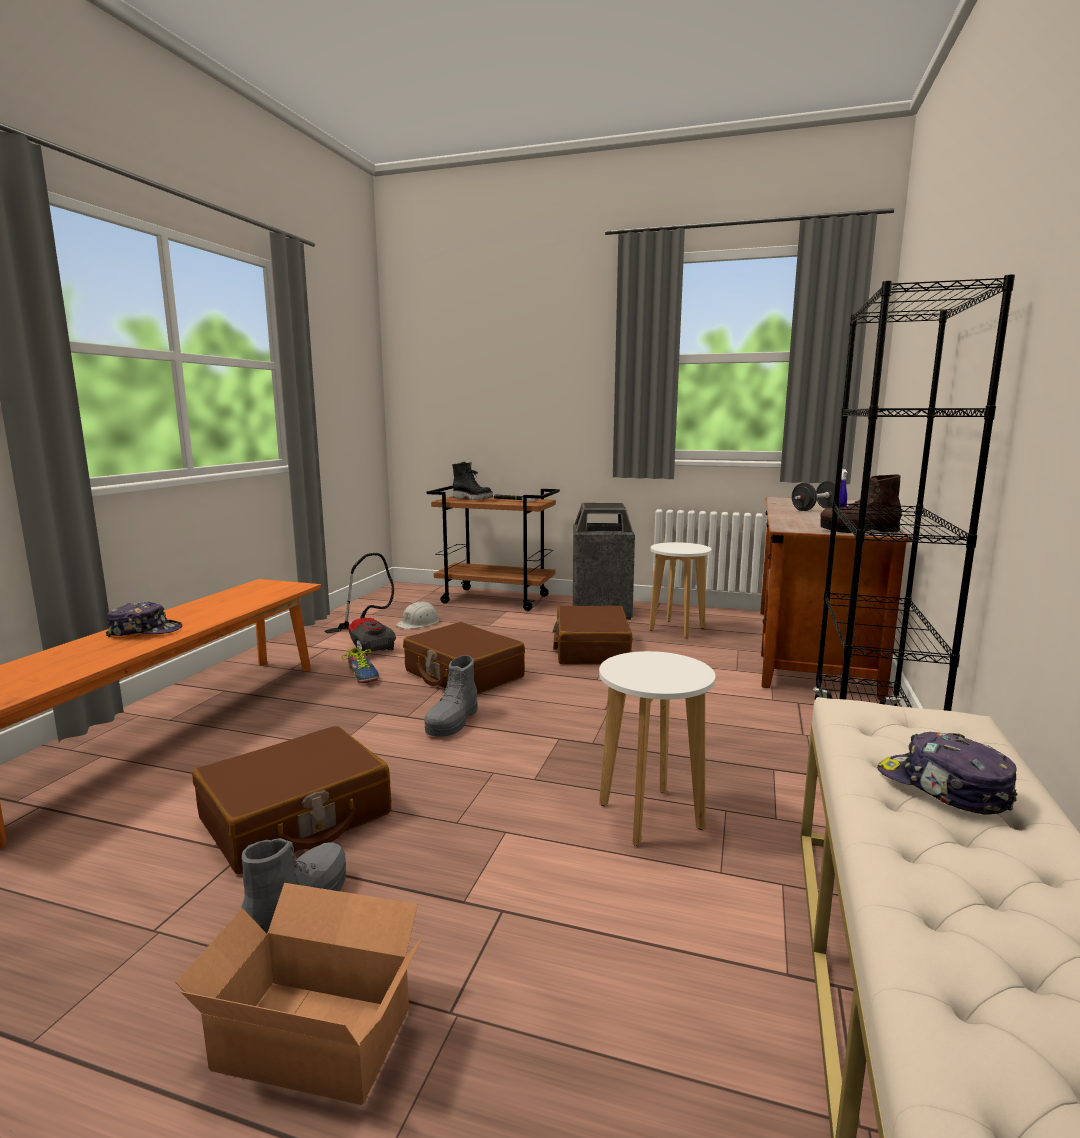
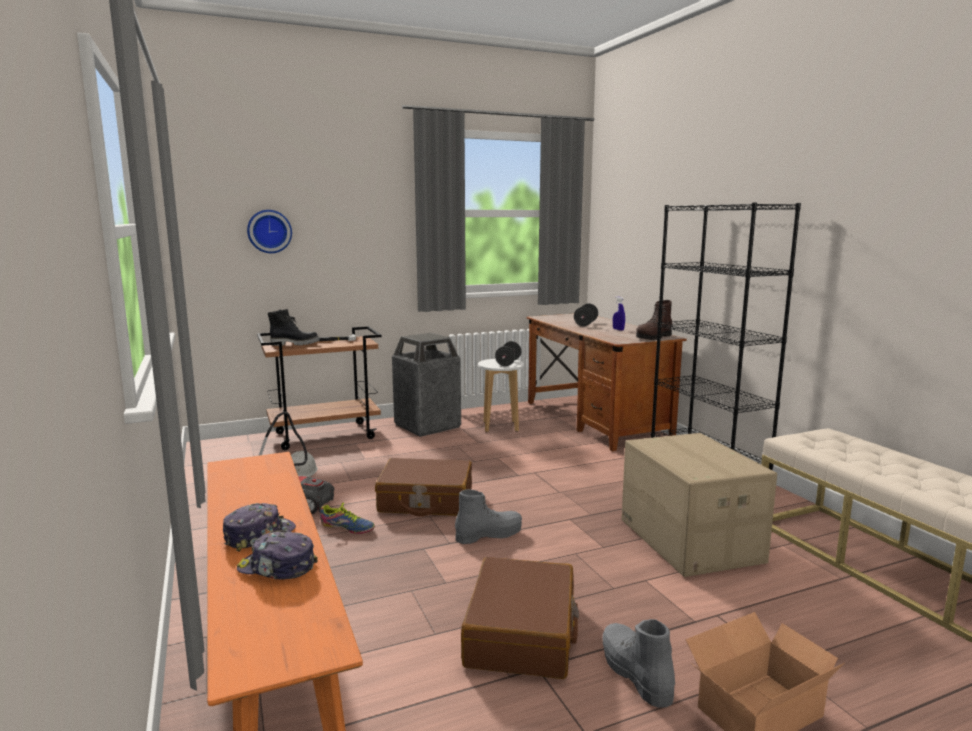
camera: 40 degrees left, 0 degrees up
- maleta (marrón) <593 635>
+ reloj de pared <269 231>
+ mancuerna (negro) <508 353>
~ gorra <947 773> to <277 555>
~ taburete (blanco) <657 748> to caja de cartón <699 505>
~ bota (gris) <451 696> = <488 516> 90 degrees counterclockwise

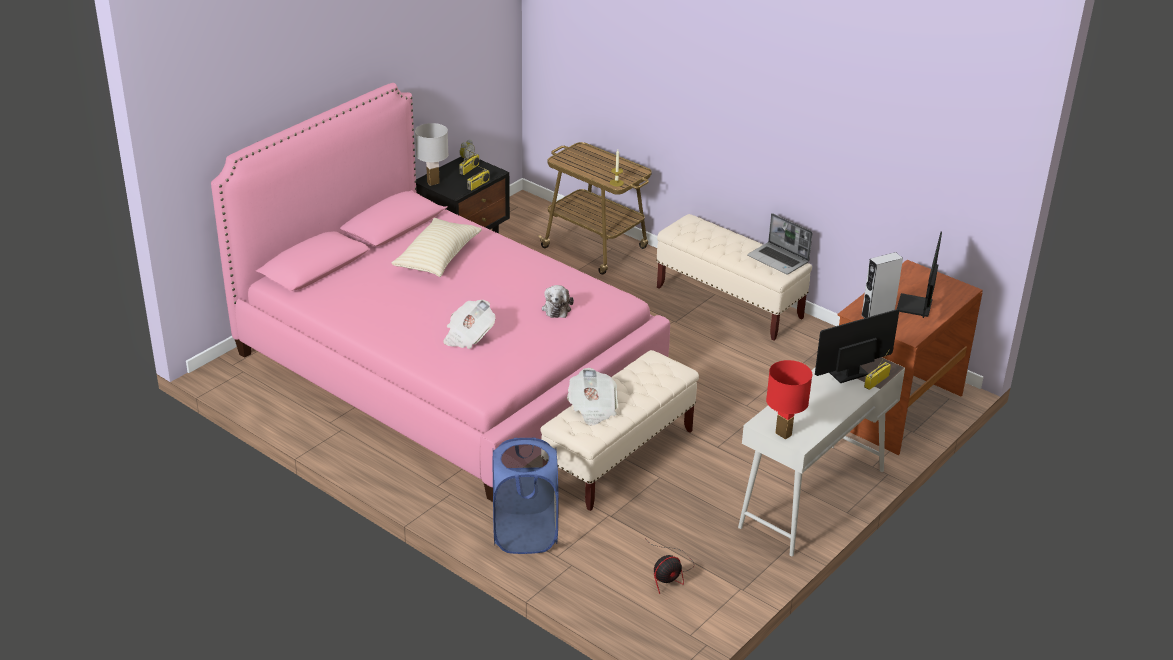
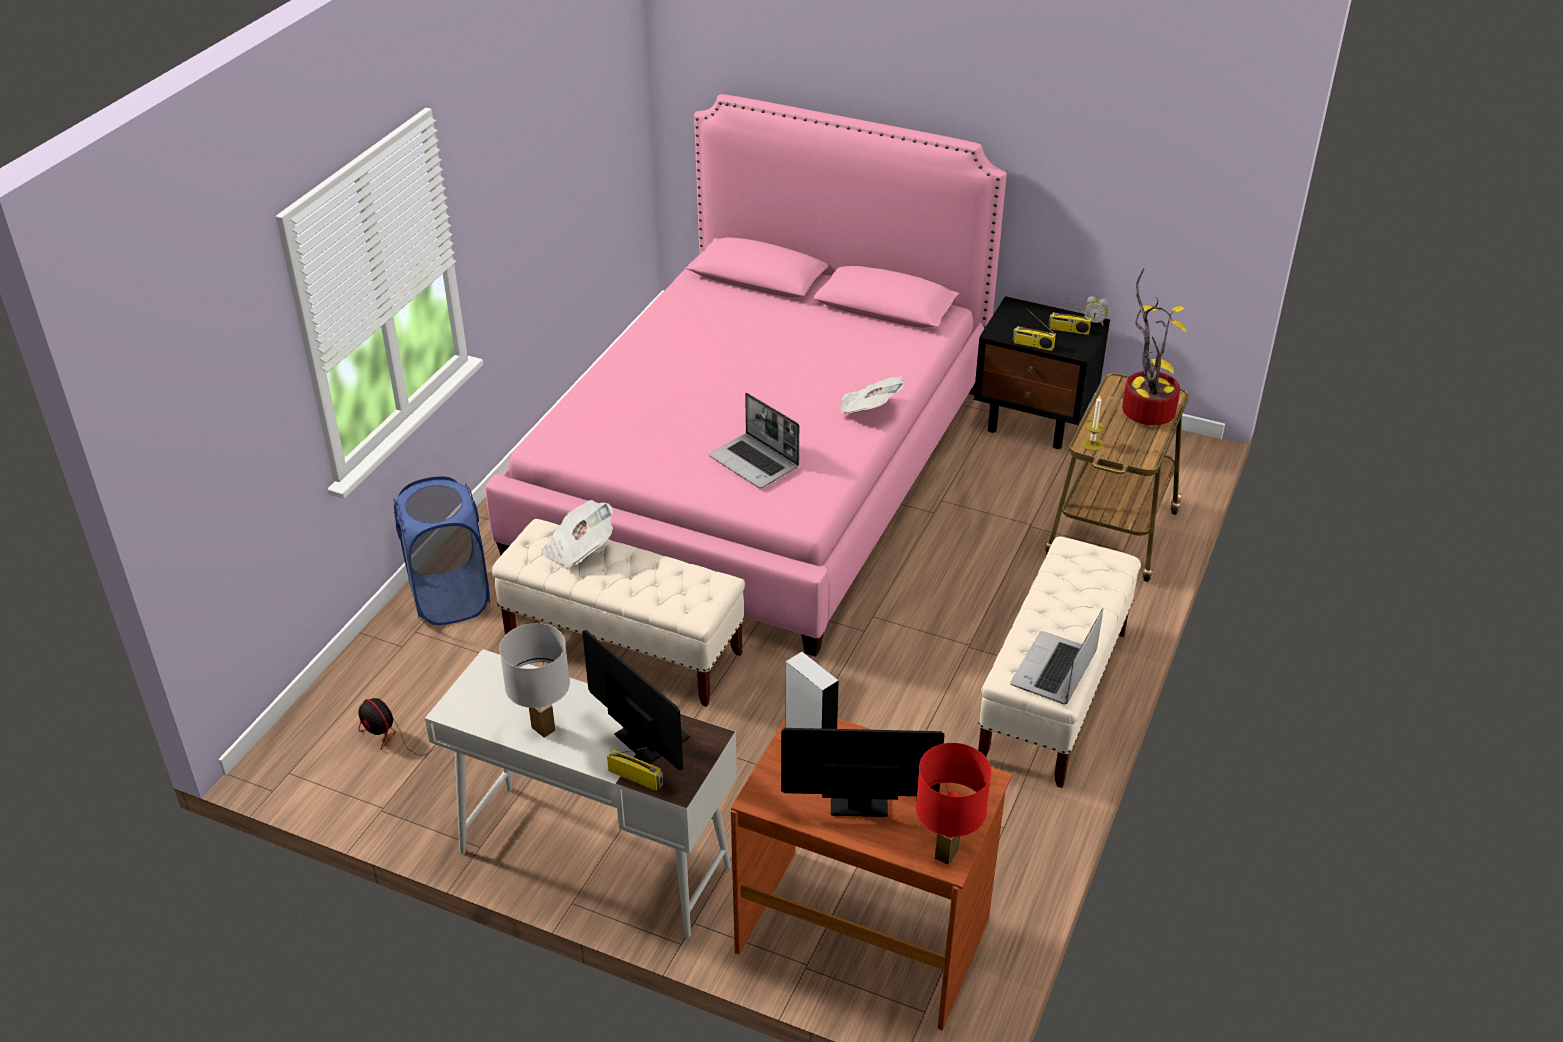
camera: 75 degrees right, 5 degrees up
- cojín (beis) <436 247>
+ planta en maceta <1154 346>
~ lámpara de mesa (blanco) <432 154> to <534 680>
~ periódico <469 324> to <871 395>
~ lámpara de mesa (rojo) <789 399> to <954 804>
~ peluche <558 301> to portátil <754 440>

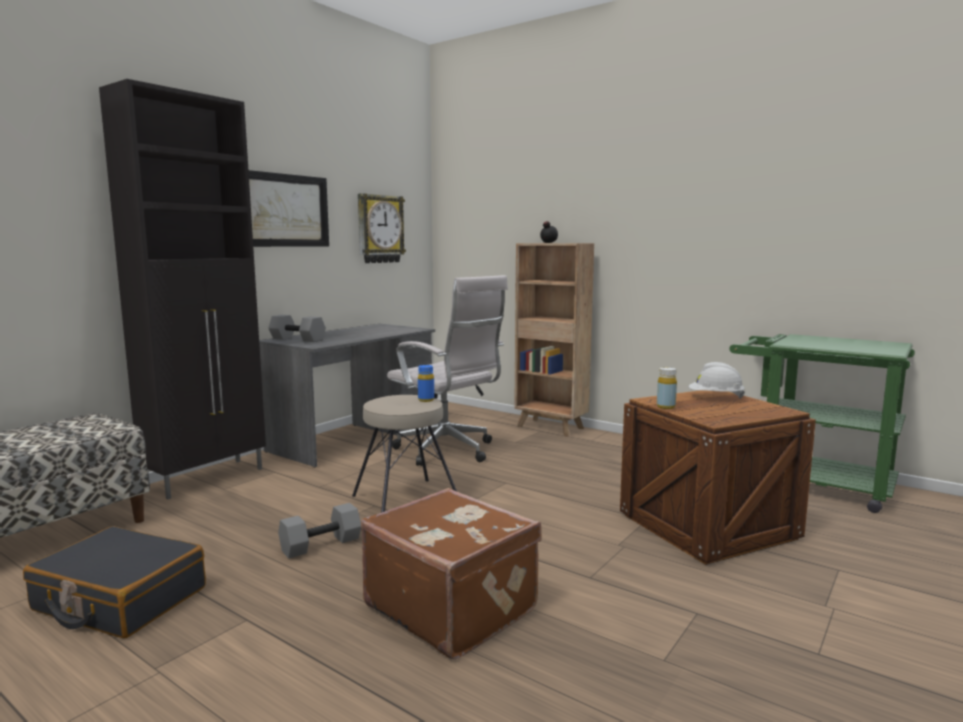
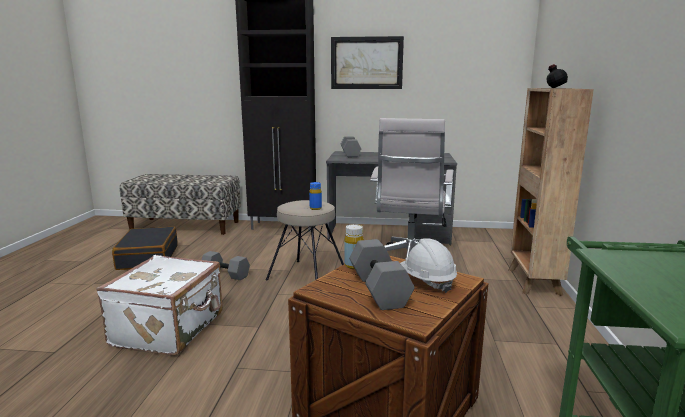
camera: 60 degrees right, 5 degrees up
- reloj de pared <382 228>
+ mancuerna (gris) <382 274>
~ maleta (marrón) <451 574> to maleta (blanco) <159 305>

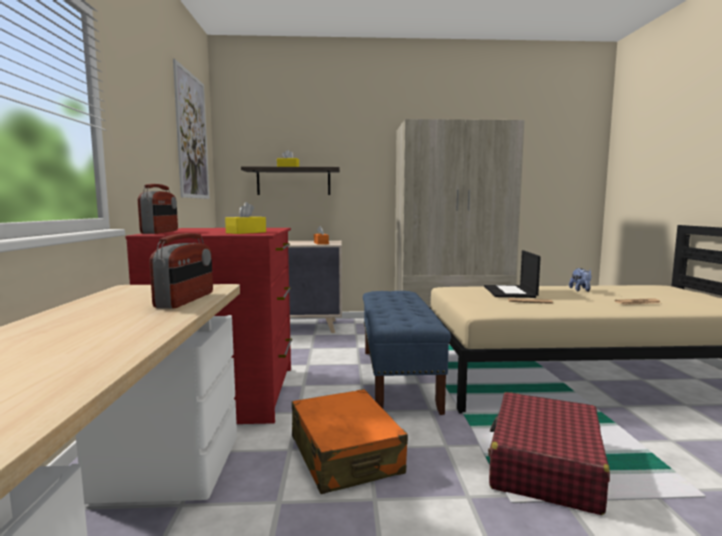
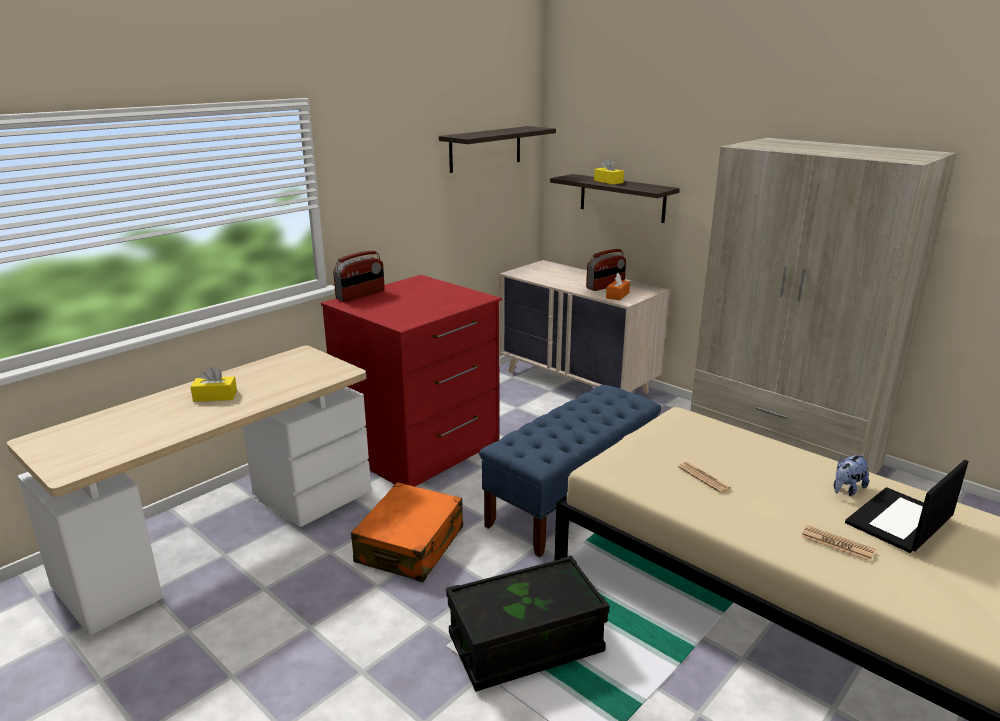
camera: 45 degrees right, 15 degrees up
~ radio <181 271> to <606 270>
~ caja de pañuelos (amarillo) <245 218> to <213 384>
~ portátil <512 274> to <906 506>
~ cuadro <191 129> to estante <497 149>
~ maleta (rojo) <549 453> to caja de almacenaje (negro) <528 623>

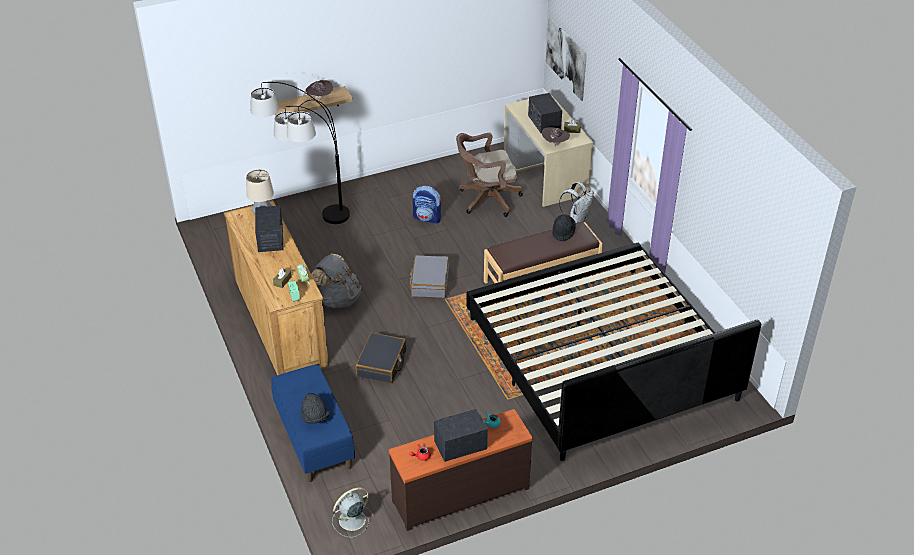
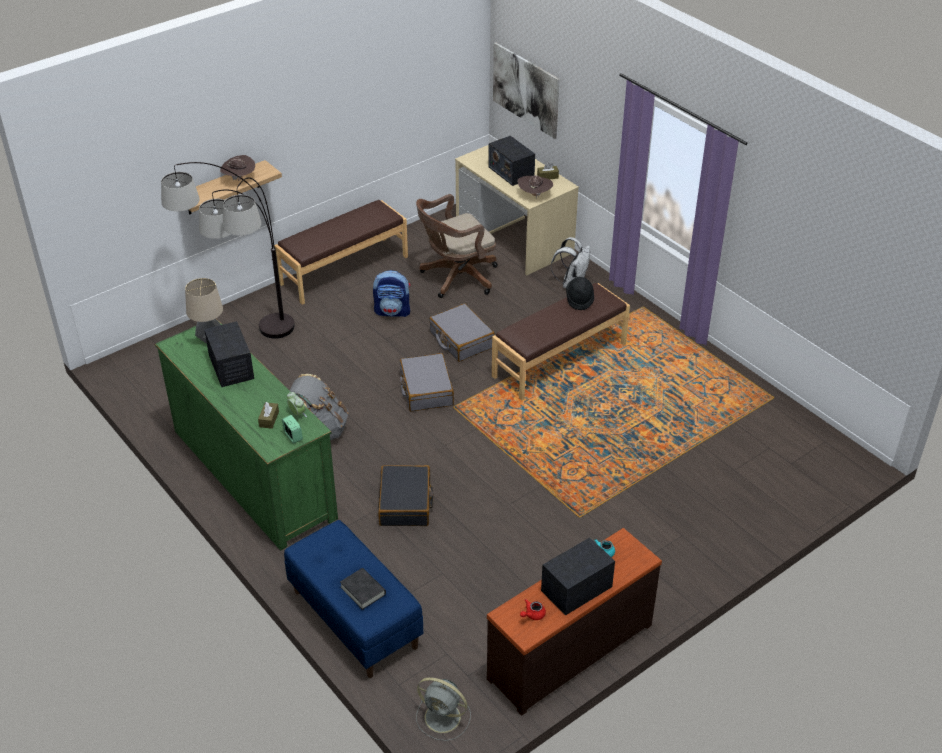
camera: 15 degrees left, 0 degrees up
- cama <614 352>
+ banco (marrón) <341 252>
+ maleta (gris) <462 333>
~ sombrero (negro) <315 408> to libro (negro) <363 589>
~ cómoda (marrón) <276 287> to cómoda (verde) <246 436>
~ ventilador (gris) <353 512> = <443 709> 105 degrees counterclockwise

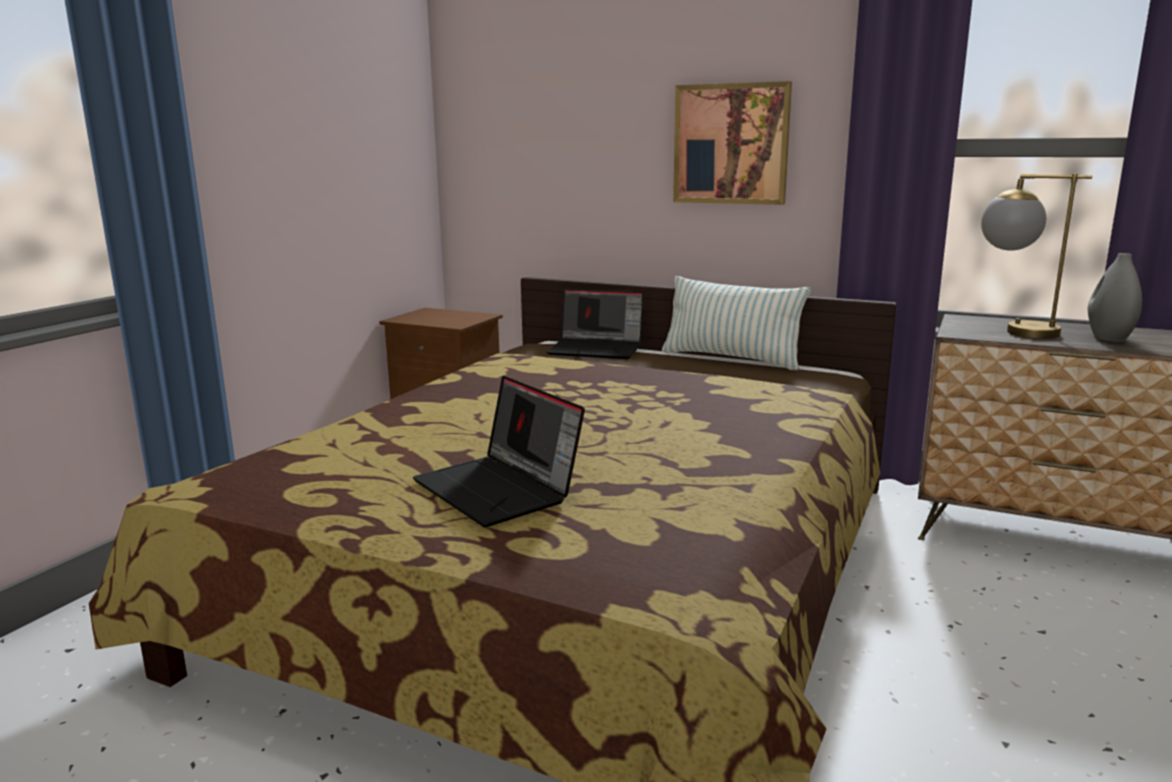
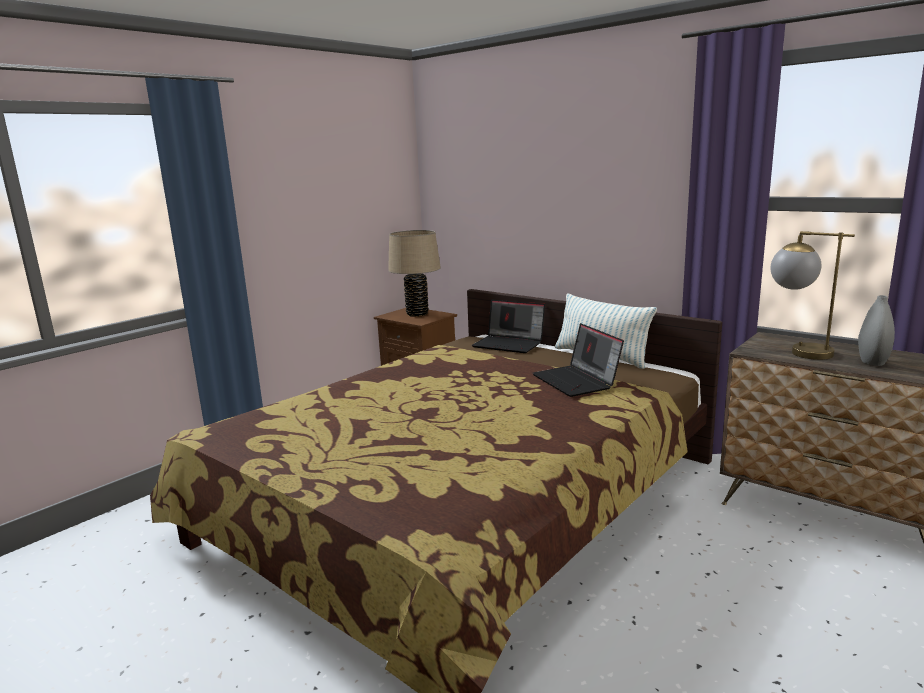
camera: 15 degrees right, 0 degrees up
- cuadro <732 143>
+ lámpara de mesa (beis) <414 273>
~ portátil <499 451> to <578 360>

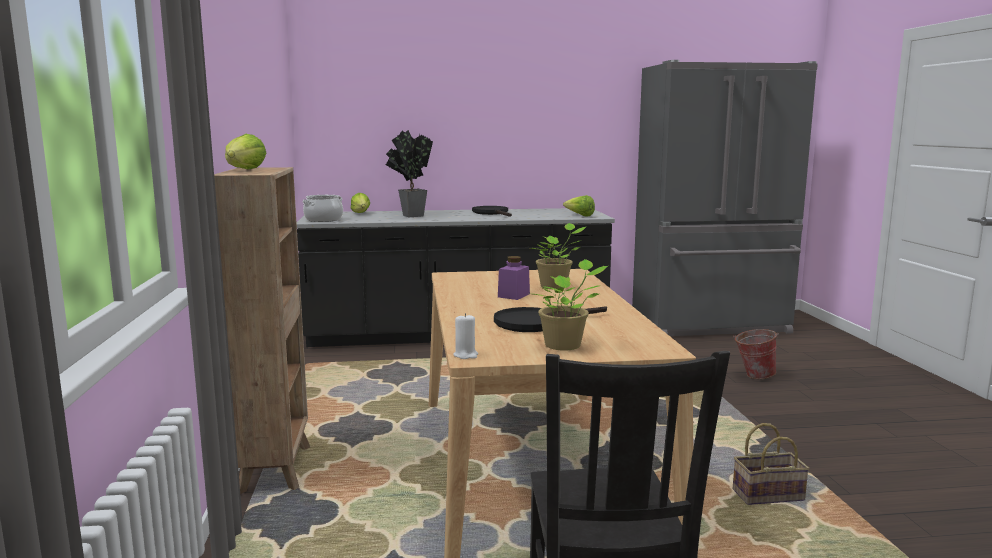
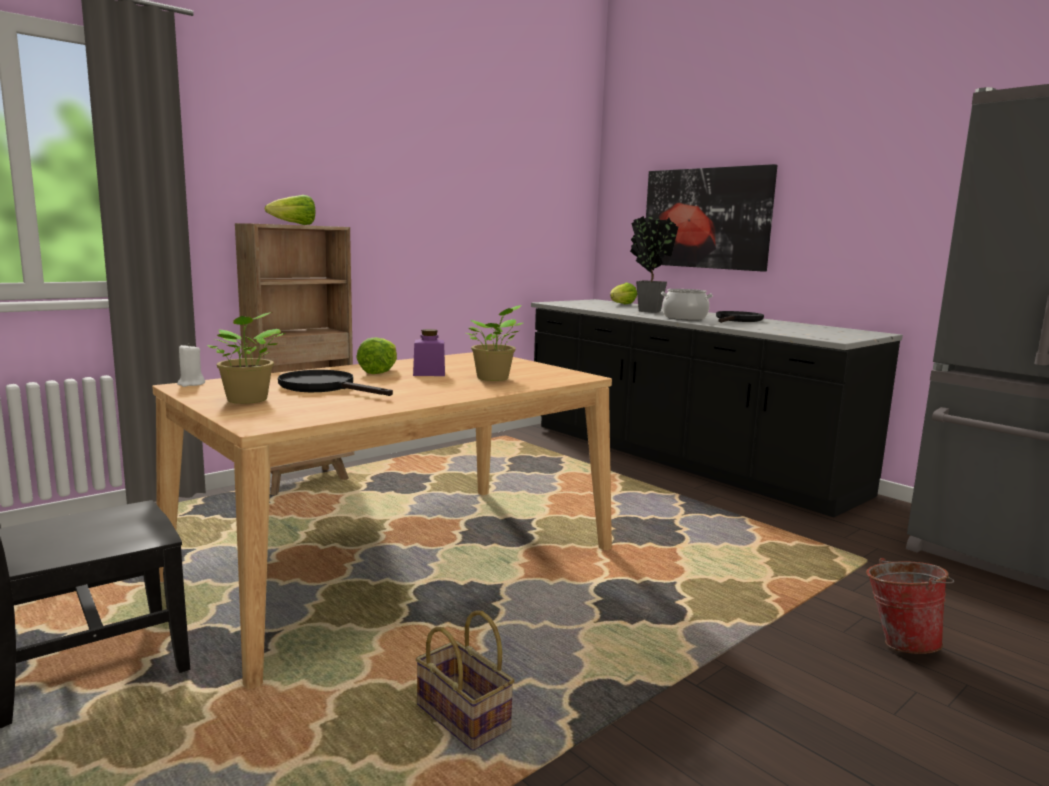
camera: 55 degrees right, 0 degrees up
+ cuadro <712 218>
~ olla <323 208> to <687 304>
~ lechuga <579 205> to <376 355>

